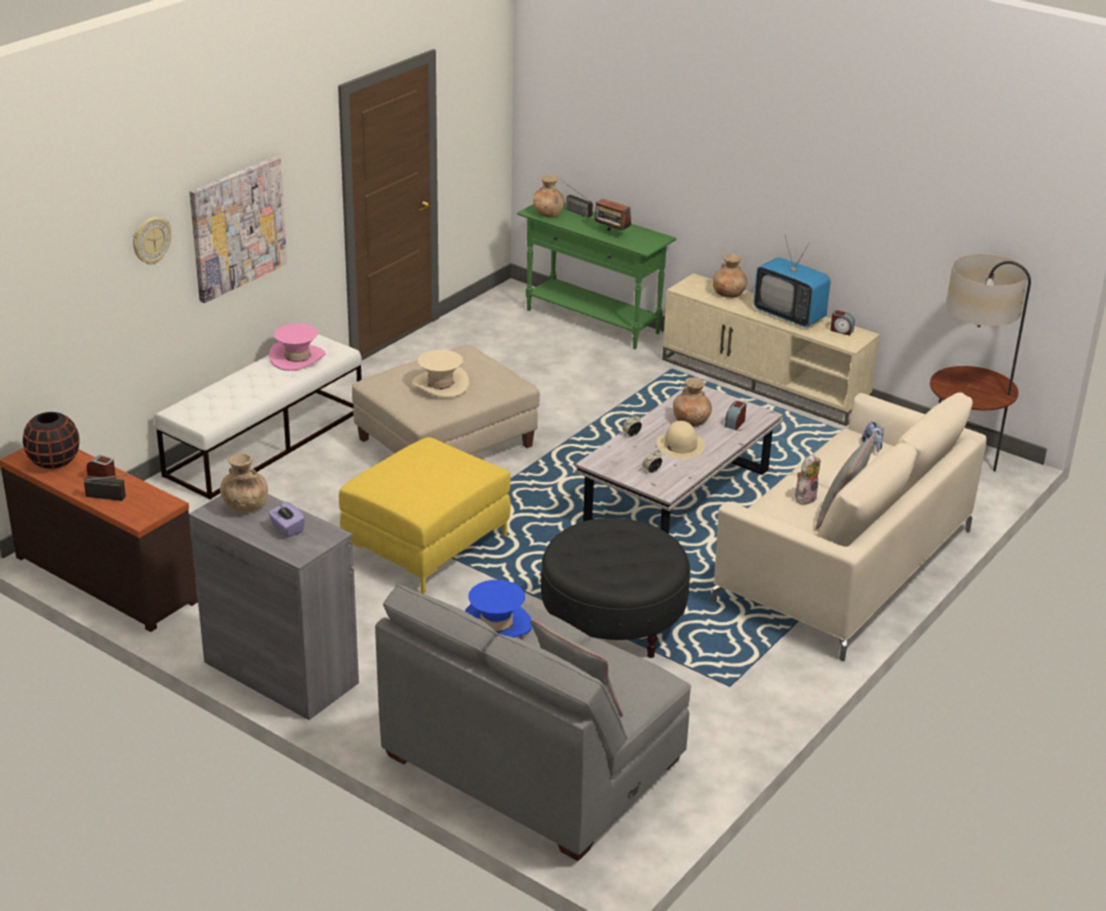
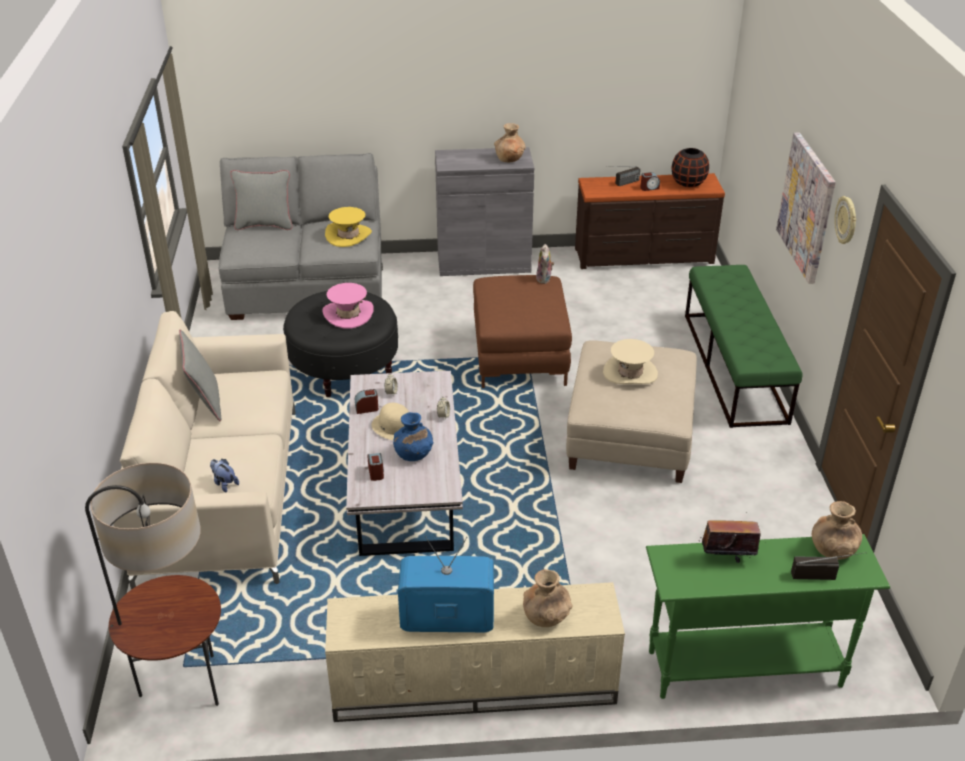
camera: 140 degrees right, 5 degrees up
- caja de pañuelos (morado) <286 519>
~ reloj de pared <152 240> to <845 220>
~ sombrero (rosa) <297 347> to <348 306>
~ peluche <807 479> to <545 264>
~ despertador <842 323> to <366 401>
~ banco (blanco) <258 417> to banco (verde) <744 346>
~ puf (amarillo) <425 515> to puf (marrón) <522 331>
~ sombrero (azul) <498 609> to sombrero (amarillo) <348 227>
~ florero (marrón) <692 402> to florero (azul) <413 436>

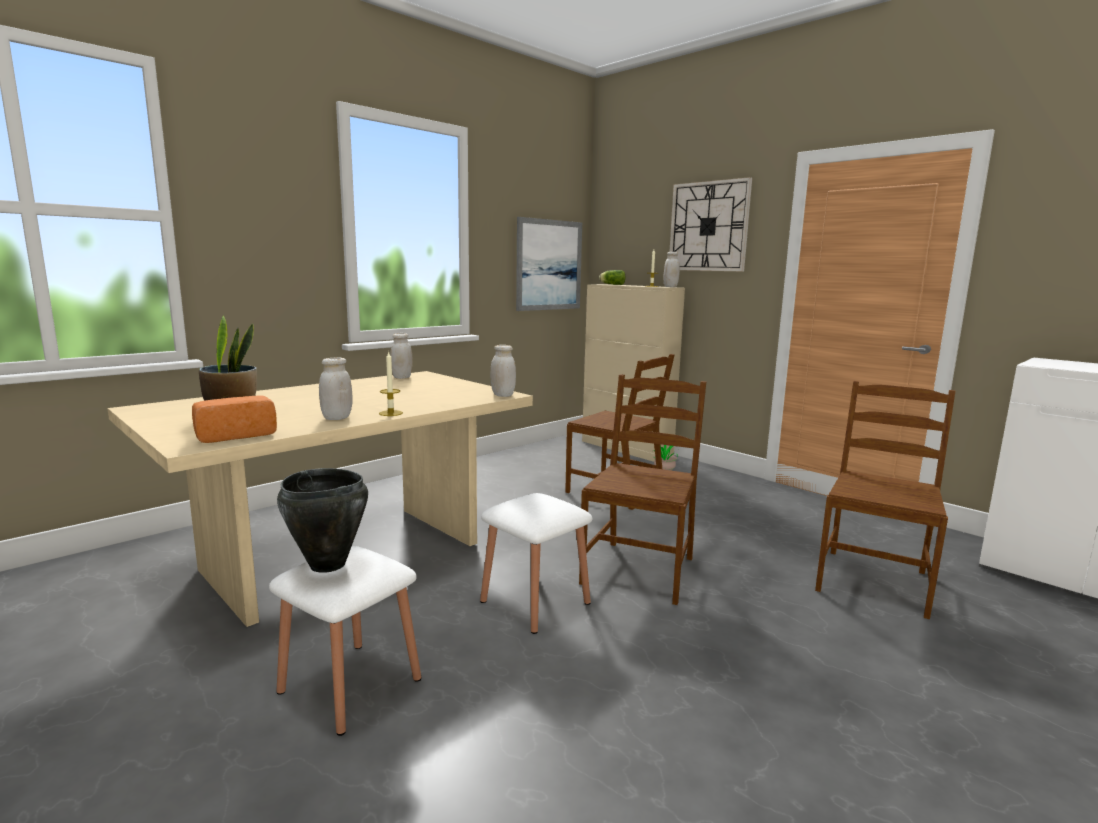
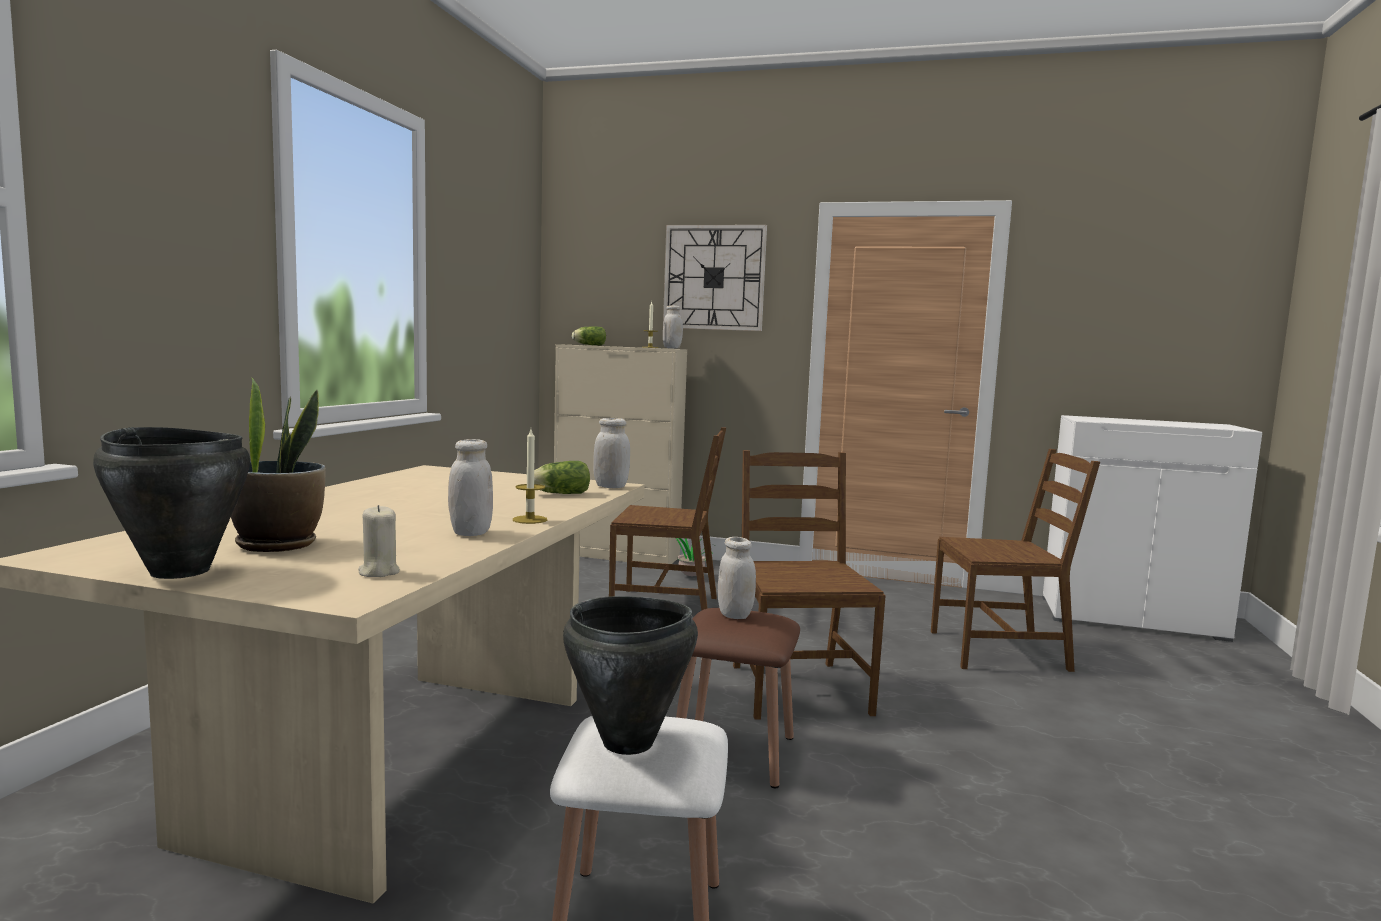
camera: 30 degrees left, 5 degrees down
- cuadro <549 264>
+ olla (negro) <171 503>
+ lechuga <562 477>
~ tarro (blanco) <401 356> to <737 578>
~ pan <234 419> to vela (beis) <379 541>
~ taburete (blanco) <536 563> to taburete (marrón) <738 698>
~ silla (marrón) <885 500> = <1015 560> 90 degrees clockwise

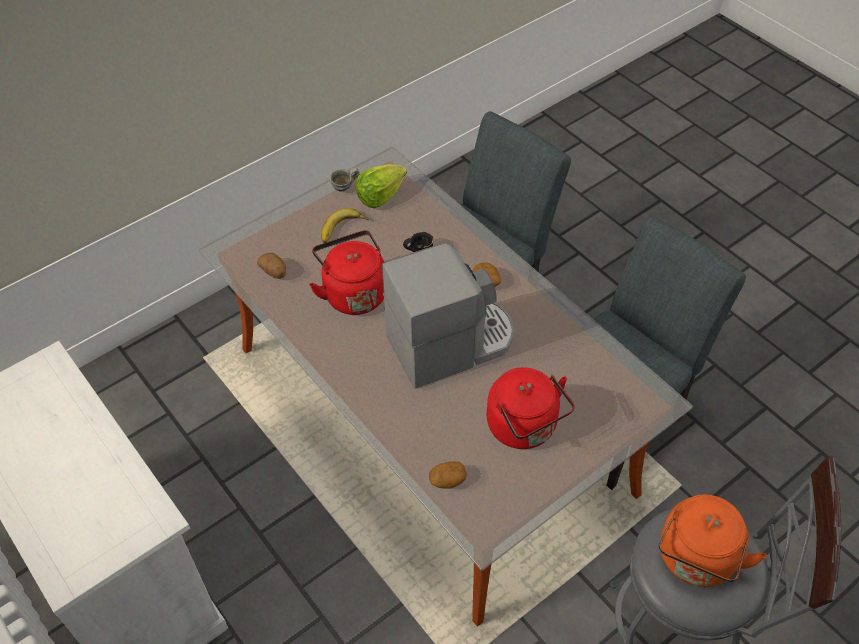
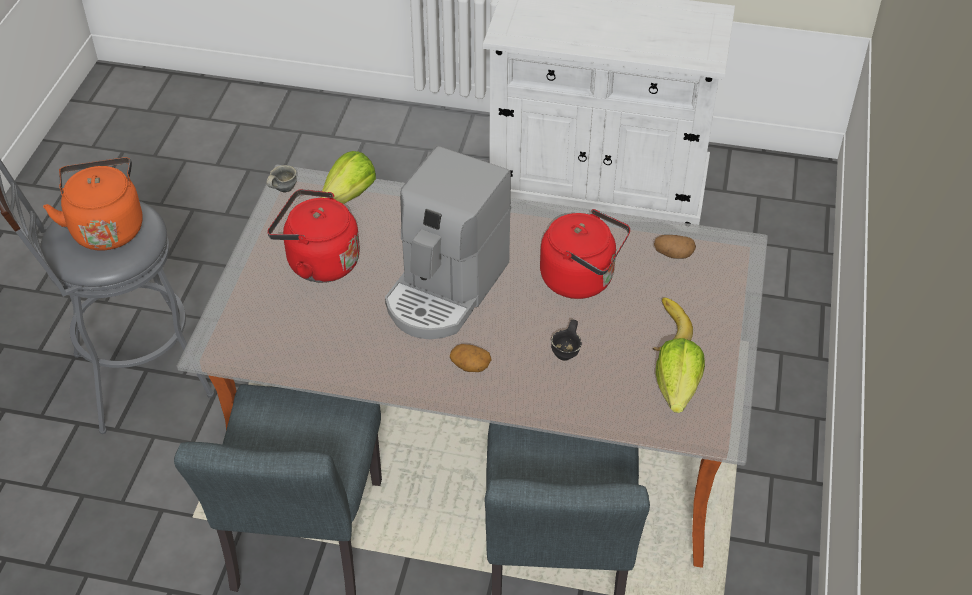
camera: 140 degrees right, 5 degrees down
~ taza grande (gris) <345 179> to <281 178>
~ patata <448 475> to lechuga <348 177>

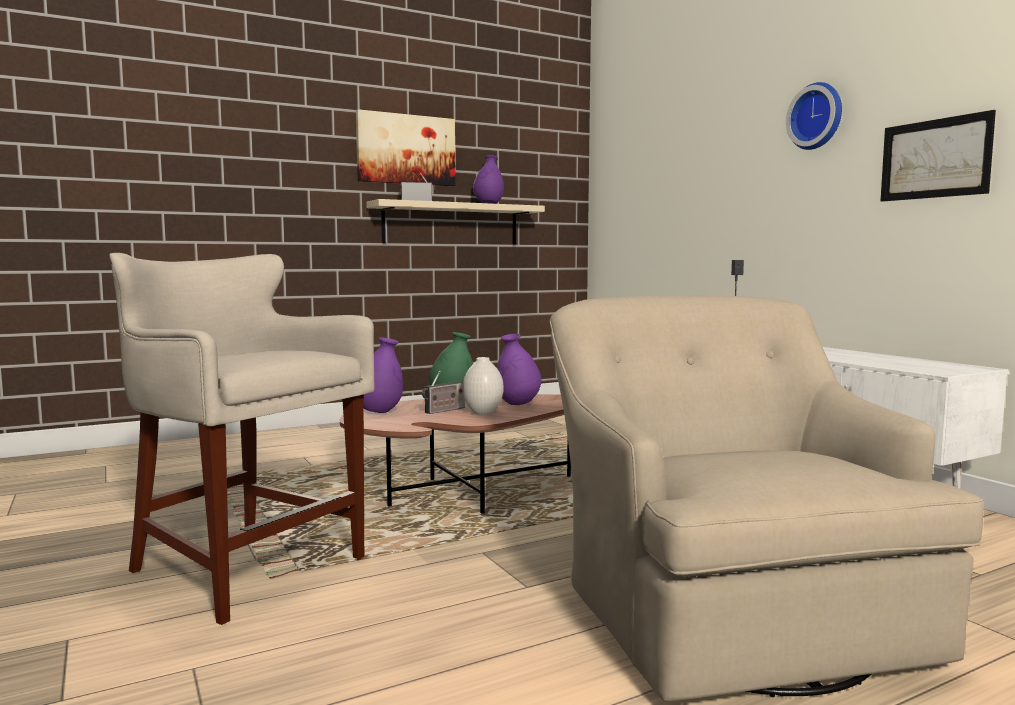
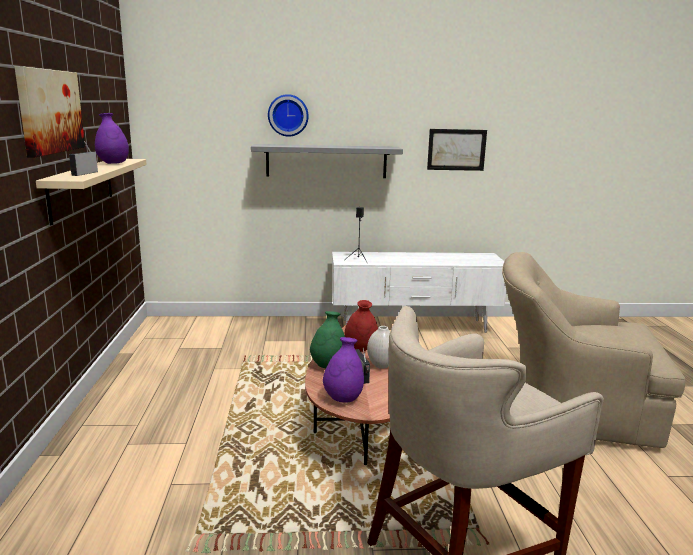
camera: 65 degrees left, 10 degrees up
+ estante (gris) <327 161>
~ reloj de pared <814 116> to <288 115>
~ florero (morado) <519 369> to florero (rojo) <361 326>

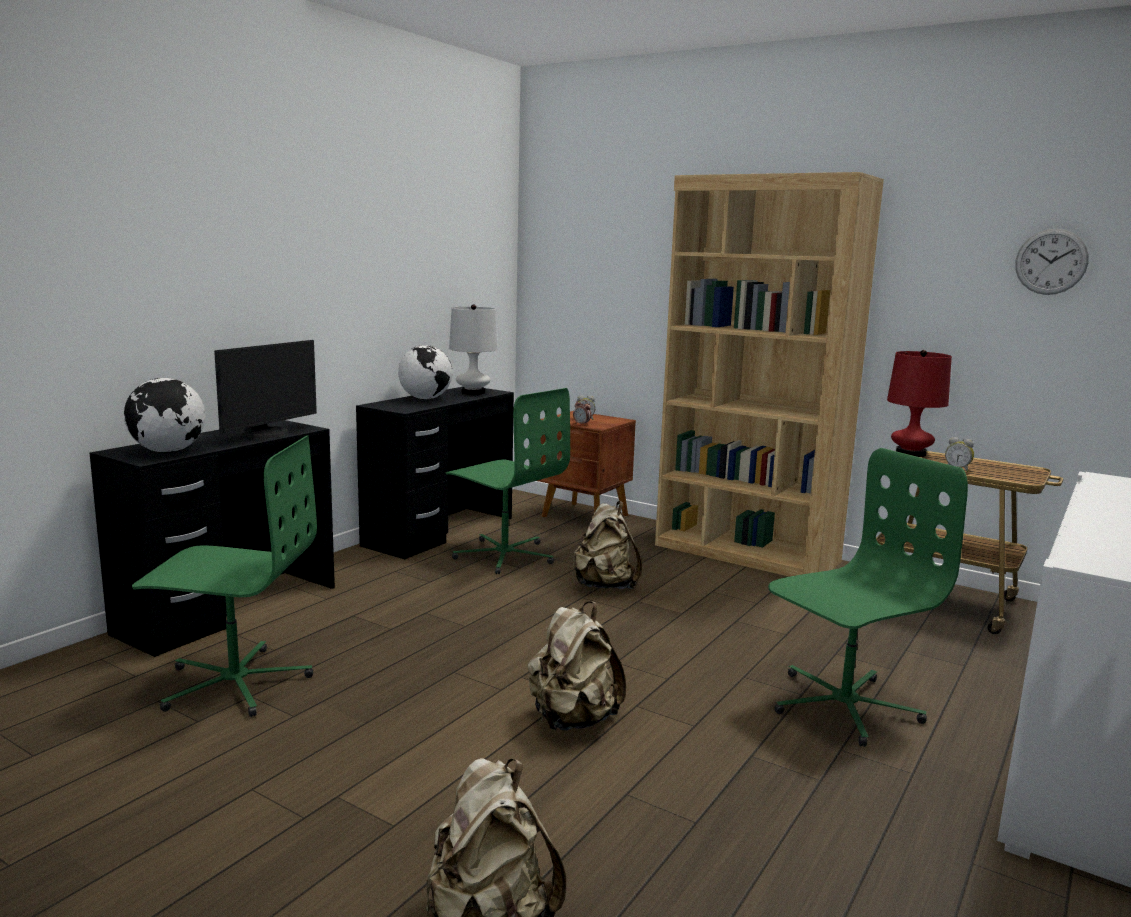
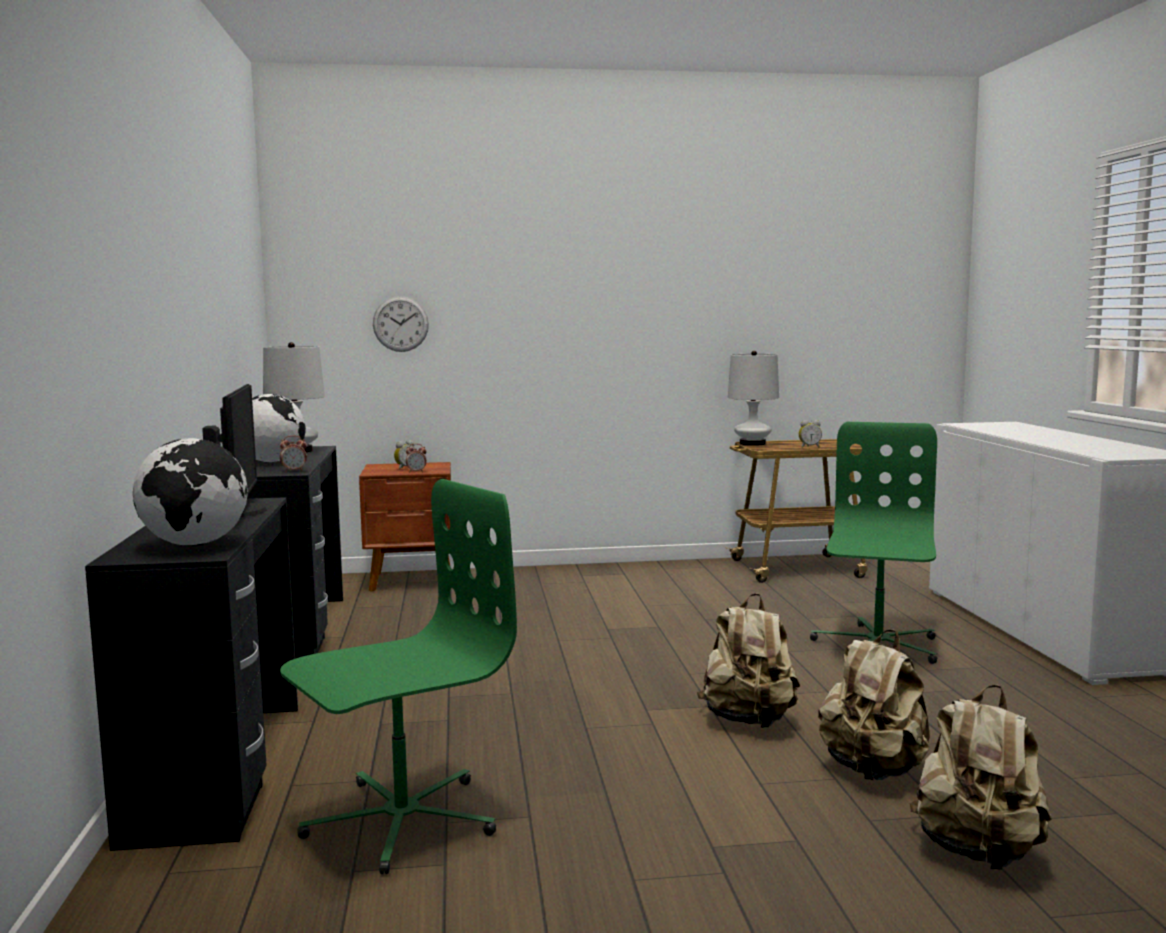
camera: 40 degrees left, 5 degrees down
- silla de oficina (verde) <508 481>
- estantería (marrón) <769 374>
+ despertador <293 453>
~ mochila (beis) <607 545> to <874 705>
~ reloj de pared <1052 262> to <401 324>
~ lámpara de mesa (rojo) <919 403> to lámpara de mesa (blanco) <753 398>

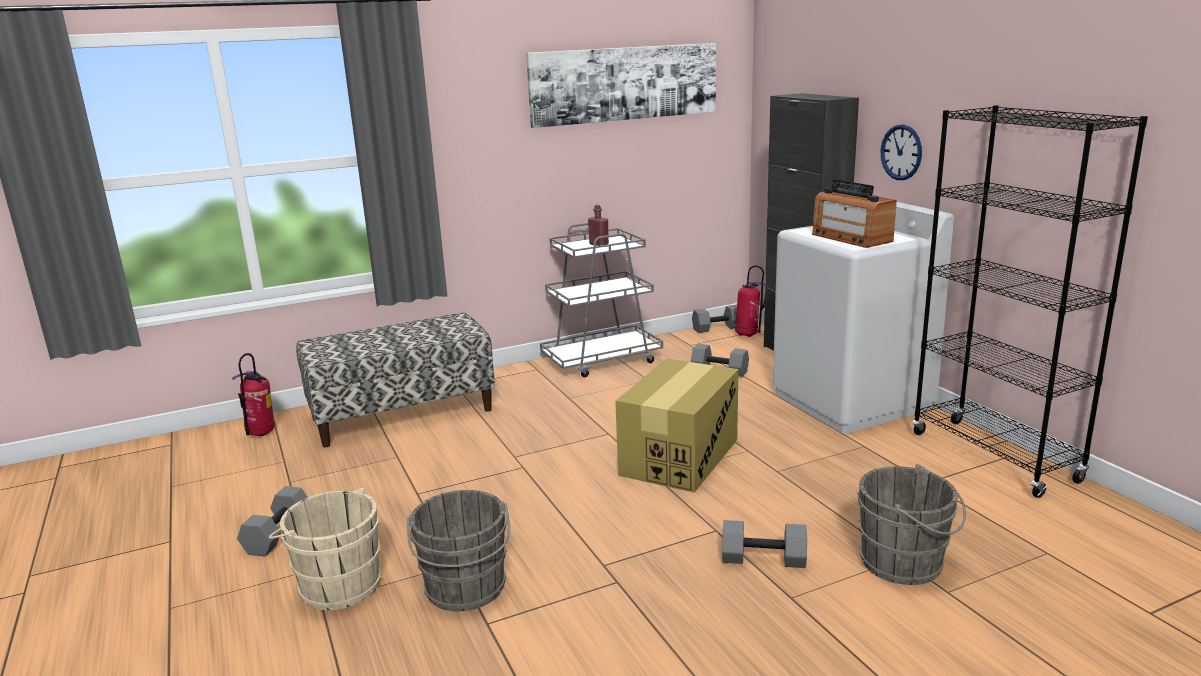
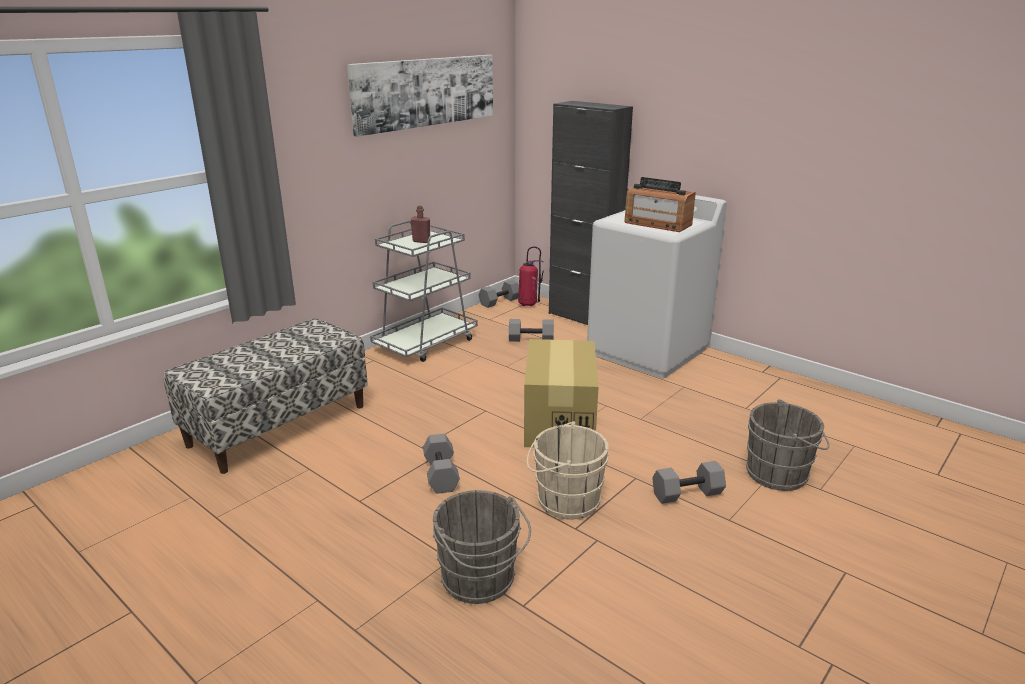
camera: 25 degrees left, 5 degrees up
- extintor <253 394>
- reloj de pared <901 152>
- estantería (negro) <1030 301>
~ mancuerna (gris) <272 521> to <441 464>
~ cubo (beis) <325 549> to <568 470>

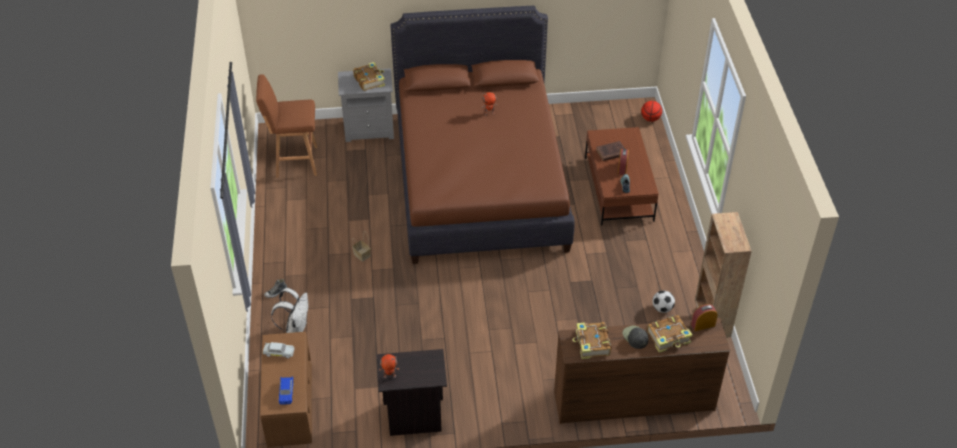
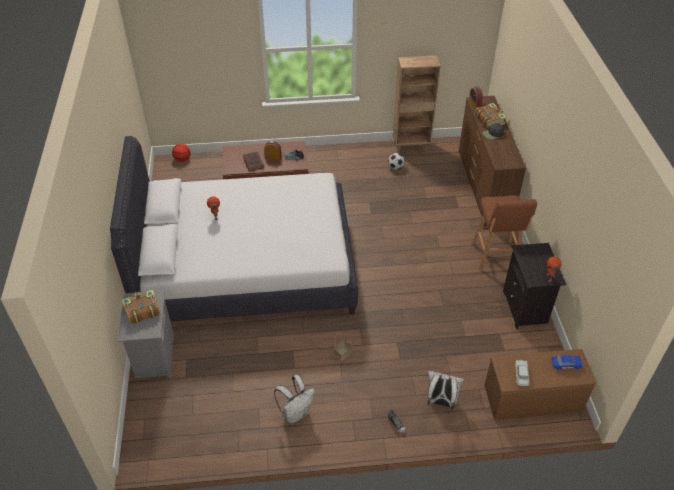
camera: 90 degrees left, 0 degrees up
- libro <592 340>
+ mochila (blanco) <294 399>
~ taburete (marrón) <286 126> to <504 233>
~ cama (marrón) <482 135> to cama (blanco) <234 228>

